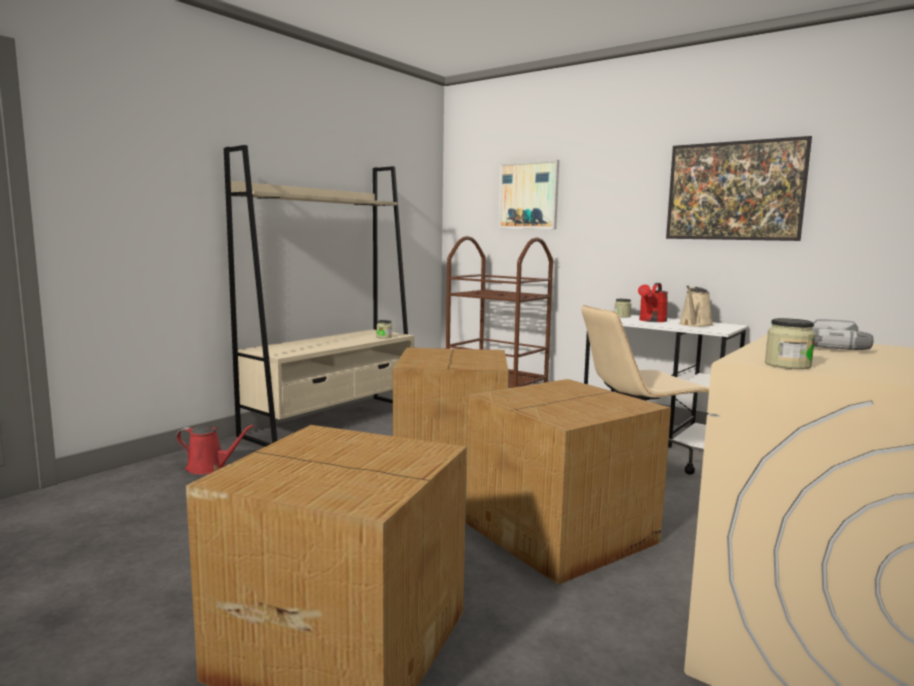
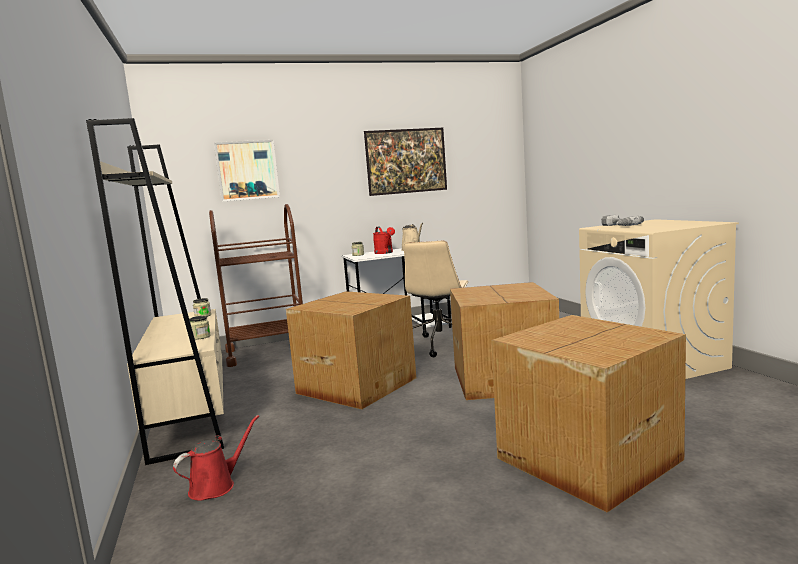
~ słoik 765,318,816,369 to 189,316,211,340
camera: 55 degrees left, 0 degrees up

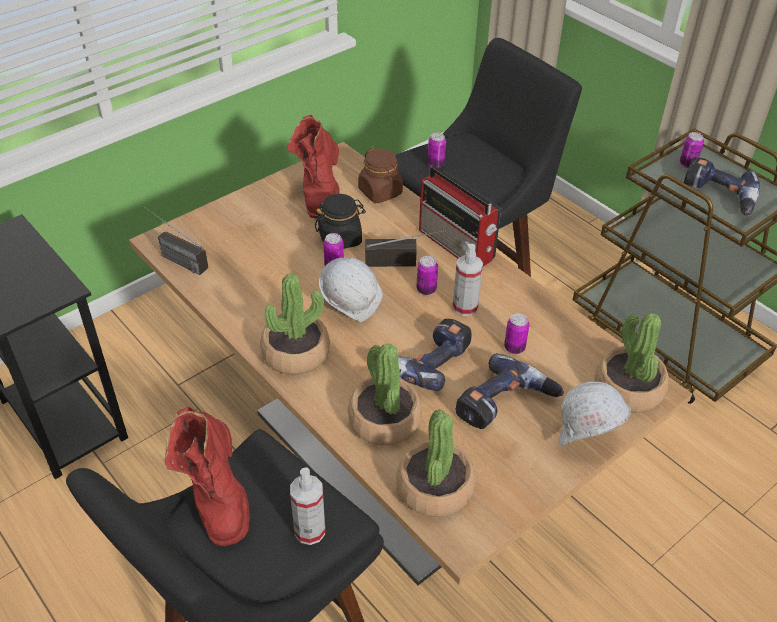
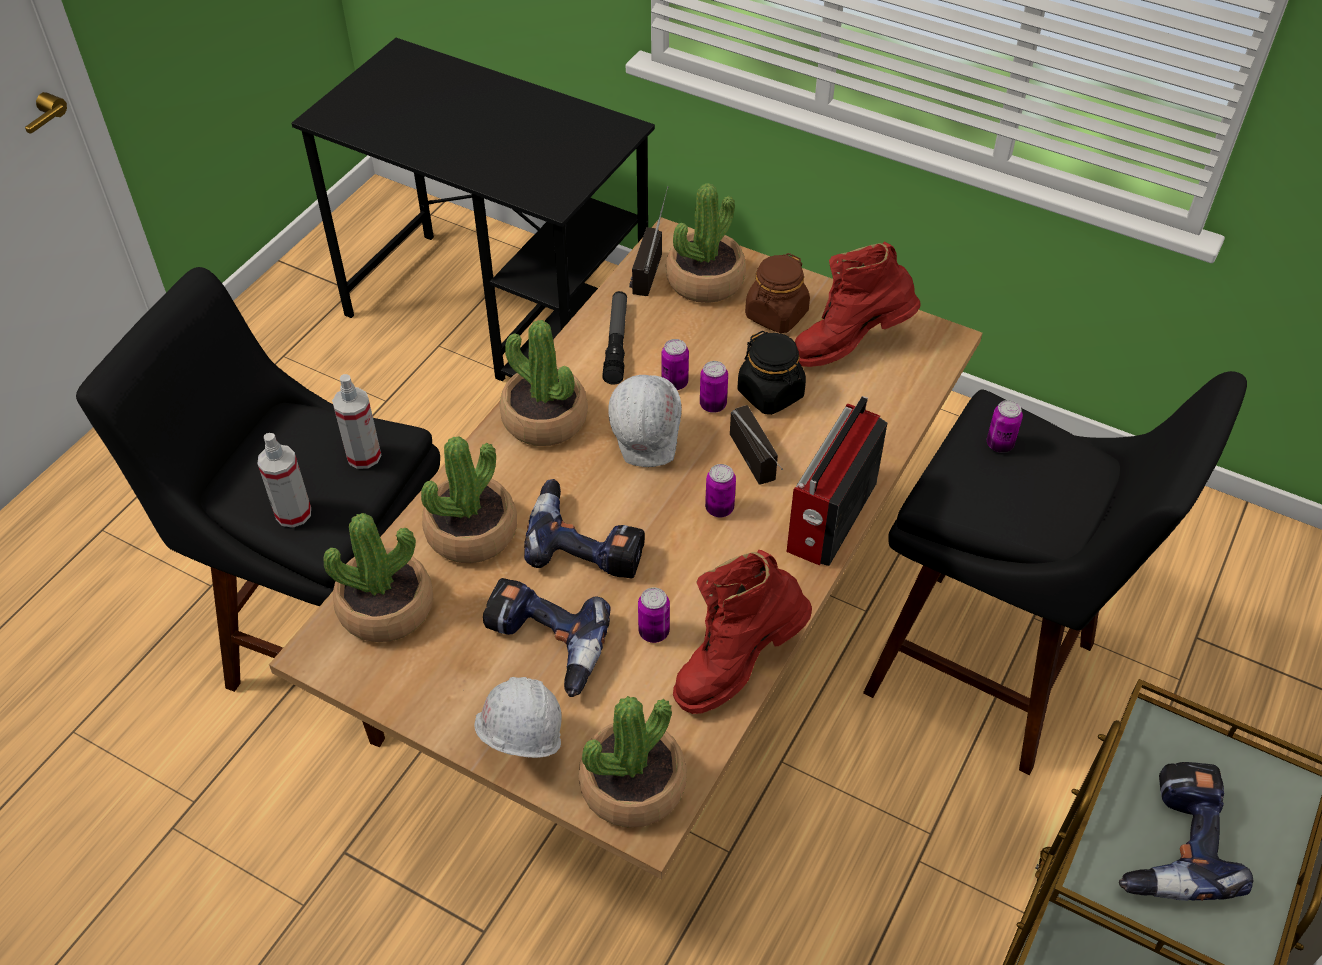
~ spryskiwacz 453,244,483,316 to 332,374,382,469
+ latarka 602,291,627,385
~ puszka 680,132,704,168 to 662,339,689,390
+ roślina doniczkowa 666,183,746,303
~ but z cholewką (czerwony) 165,407,250,547 to 673,550,812,714
~ słoik (brązowy) 358,148,403,203 to 745,253,810,333
camera: 70 degrees right, 5 degrees up

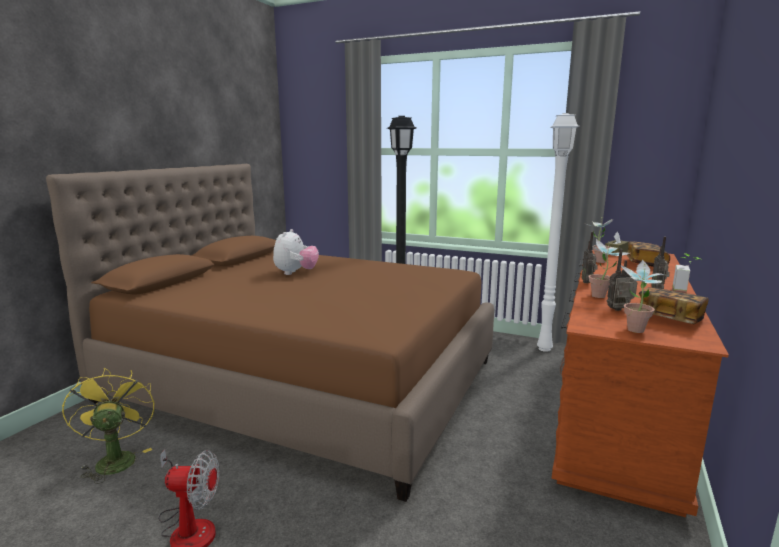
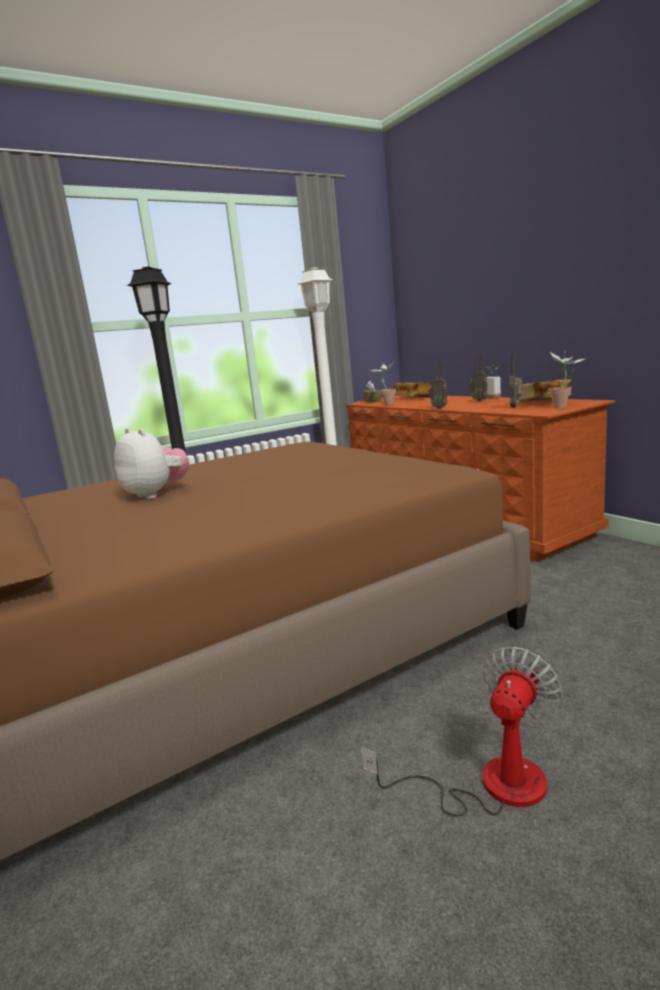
- wentylator (żółty) 62,368,155,484
- roślina doniczkowa 589,239,630,298
camera: 55 degrees left, 0 degrees up

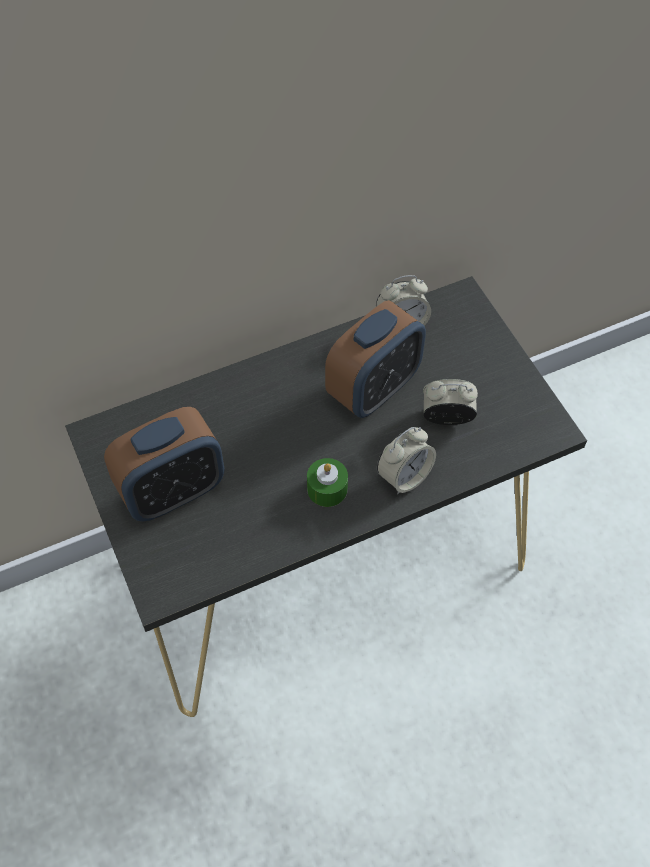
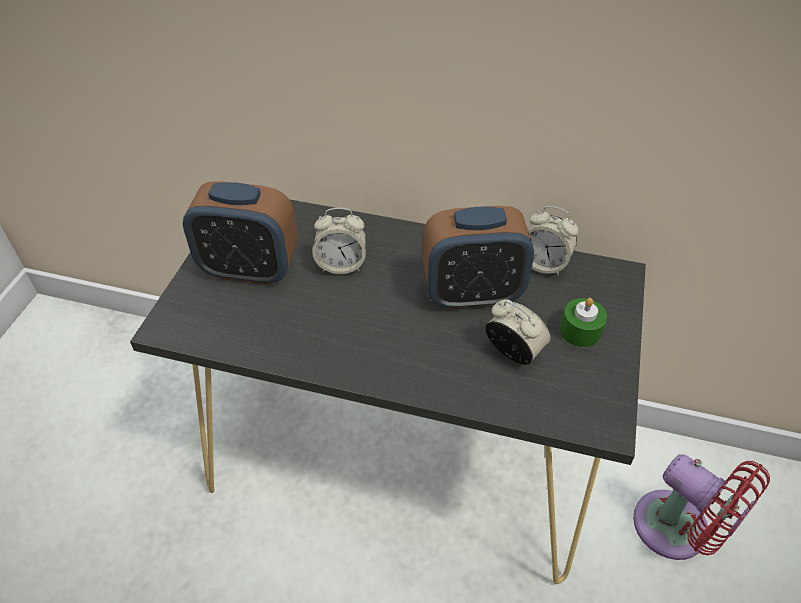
~ budzik 377,427,436,494 to 312,208,366,274
~ świeca (zielony) 307,458,348,507 to 560,298,607,348
+ wentylator (czerwony) 633,454,770,560
camera: 40 degrees right, 10 degrees down

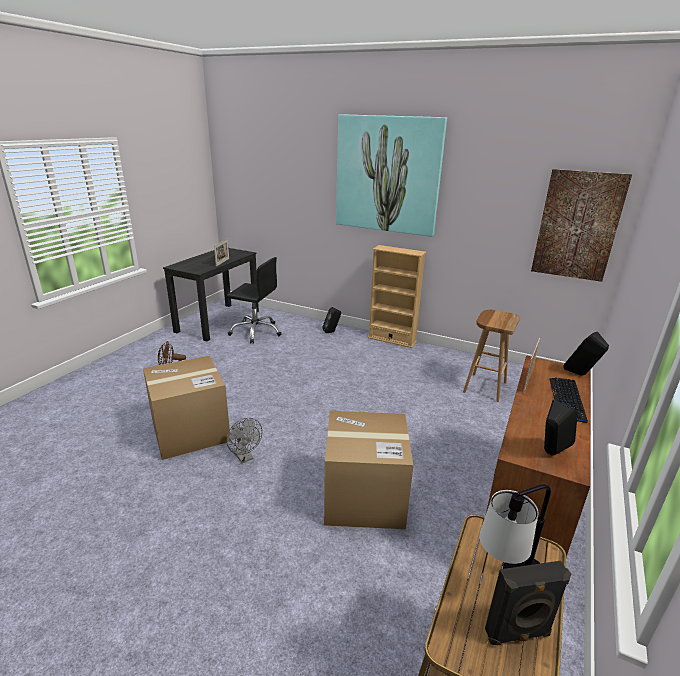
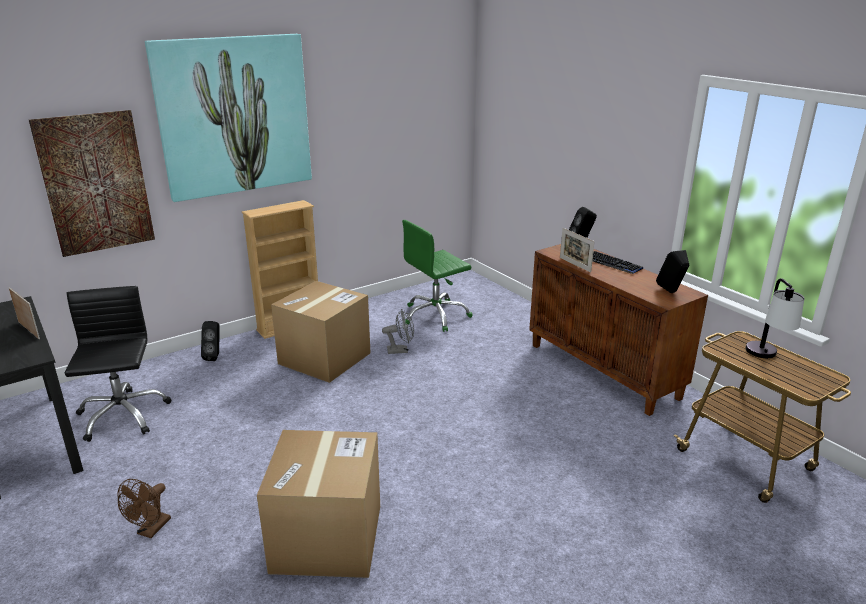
~ obraz 531,169,632,282 to 29,110,155,257
~ krzesło biurowe (czarny) 227,257,282,344 = 65,286,171,442 60 degrees counterclockwise
~ karton 324,411,413,529 to 271,281,371,383
~ wentylator (szary) 227,418,262,463 to 382,309,414,354
~ stołek (brązowy) 463,310,520,402 to krzesło biurowe (zielony) 402,220,472,332
- głośnik (czarny) 485,561,571,645
camera: 60 degrees left, 0 degrees up

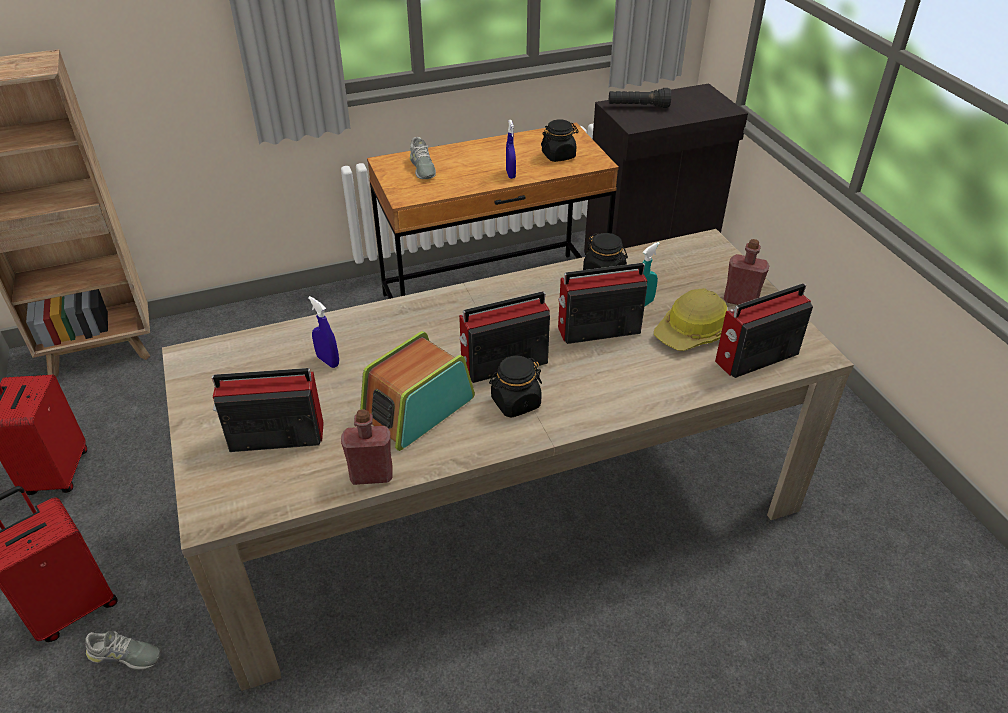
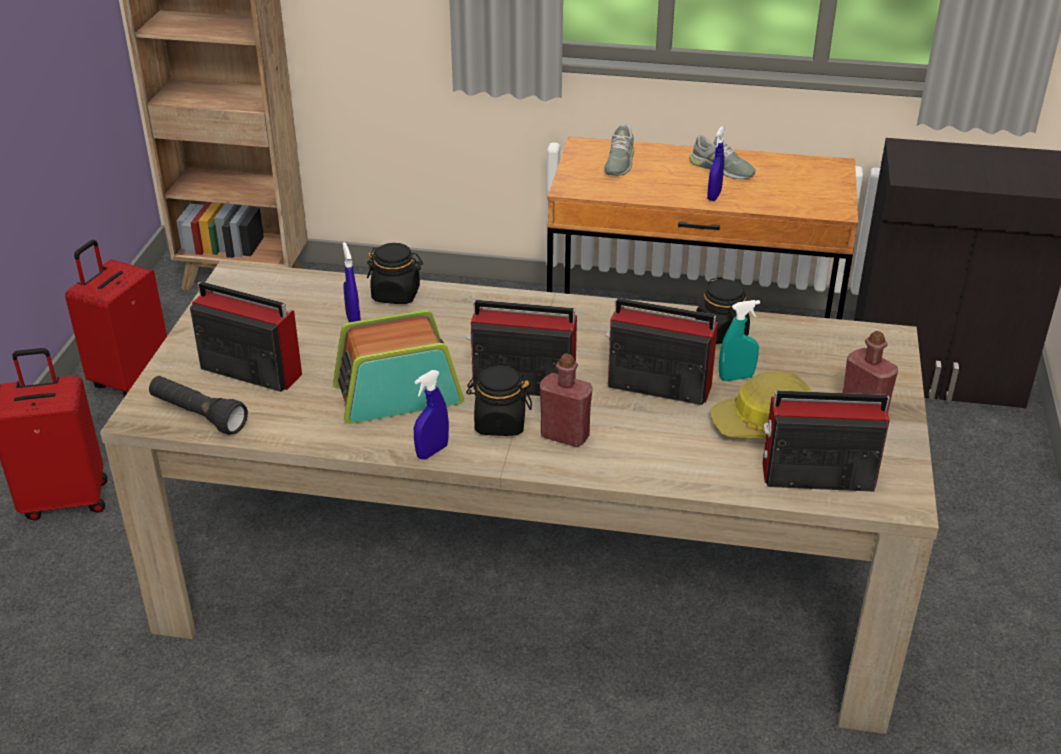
~ latarka (czarny) 609,88,671,108 to 149,376,248,435
~ słoik (czarny) 541,120,579,162 to 367,243,423,304
+ spryskiwacz (niebieski) 414,370,449,459
~ butelka (czerwony) 341,409,393,485 to 540,353,592,447
~ but (szary) 85,631,161,670 to 689,135,756,179
camera: 30 degrees right, 5 degrees down

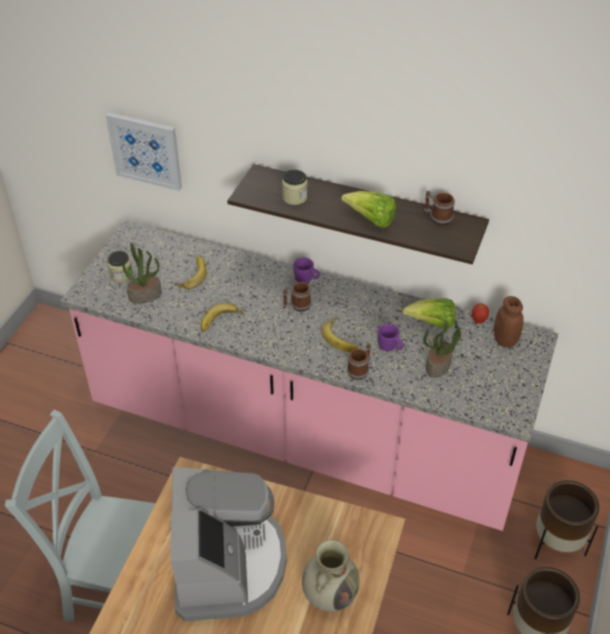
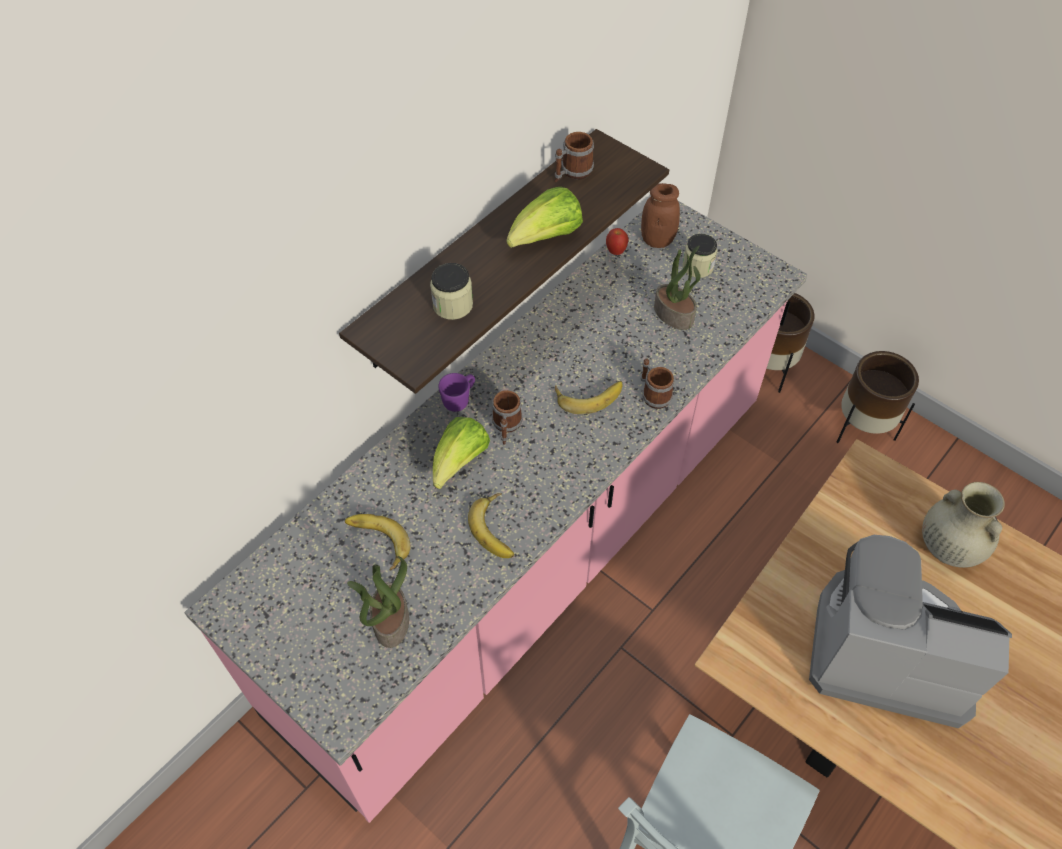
~ sałata 402,298,456,329 to 433,417,490,489
~ słoik 108,251,133,283 to 682,234,717,278
- obraz 106,112,182,191
- kubek (fioletowy) 378,323,404,351
camera: 70 degrees left, 10 degrees up

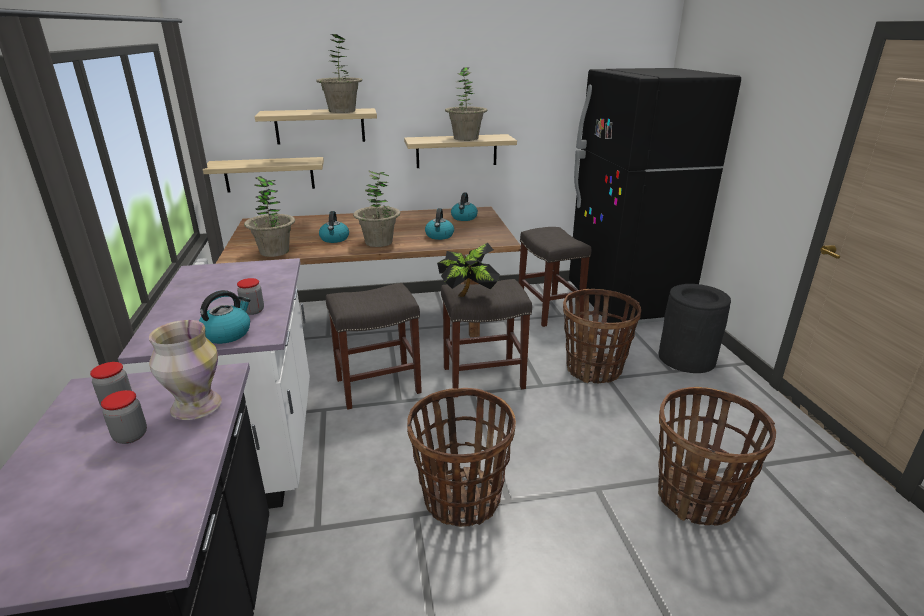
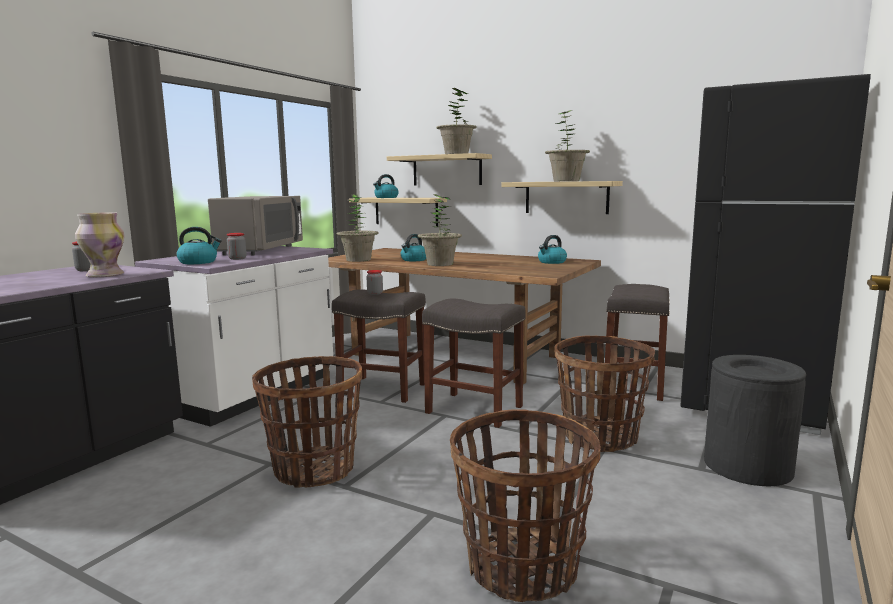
+ mikrofalówka (szary) 208,196,303,256
~ słoik 101,390,147,444 to 366,270,383,295
~ czajnik 425,208,454,240 to 373,174,399,198
- roślina doniczkowa 437,243,500,297
camera: 40 degrees right, 15 degrees down

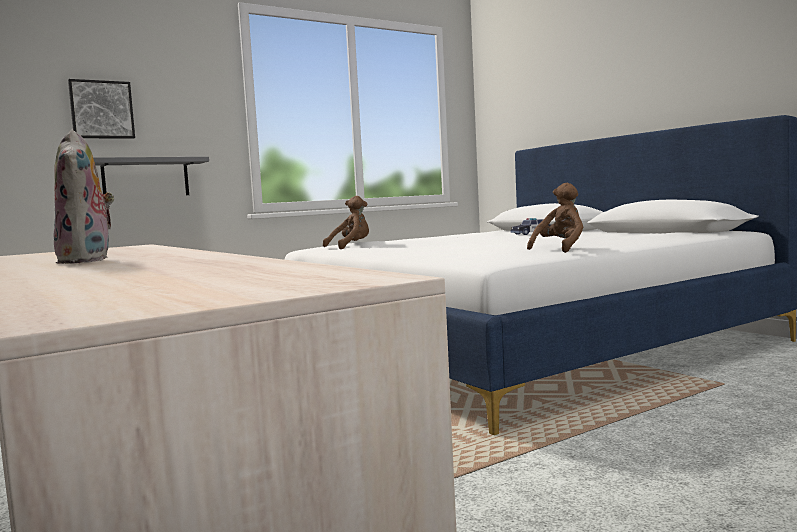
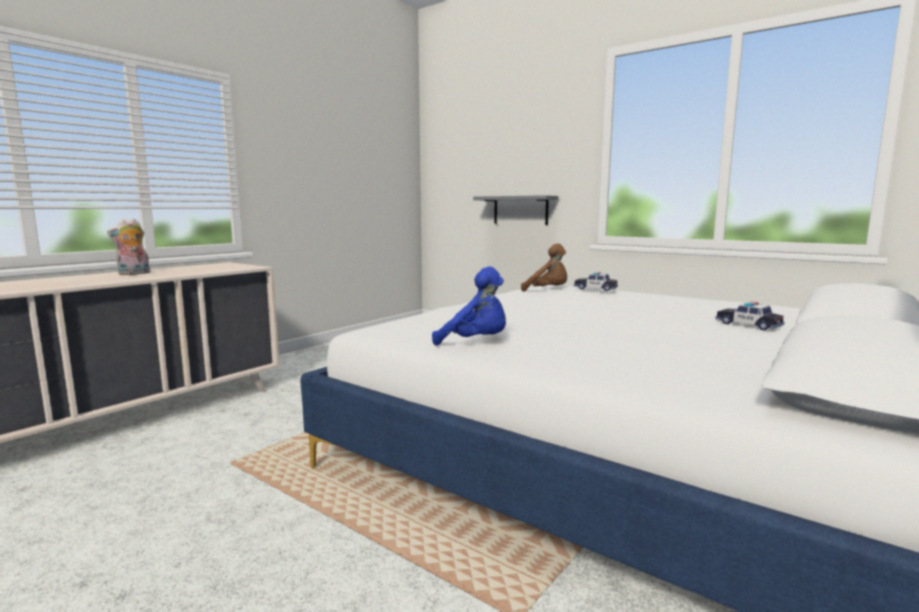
~ pluszak (brązowy) 527,183,583,253 to pluszak (niebieski) 432,266,506,346
+ samochodzik 574,272,618,291
- obraz 68,79,135,139
camera: 70 degrees right, 5 degrees up

